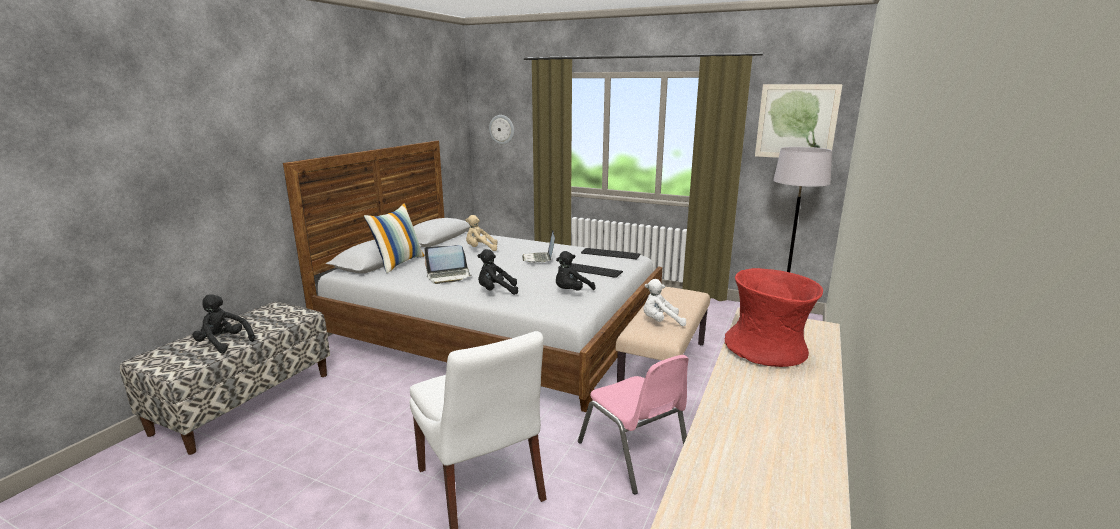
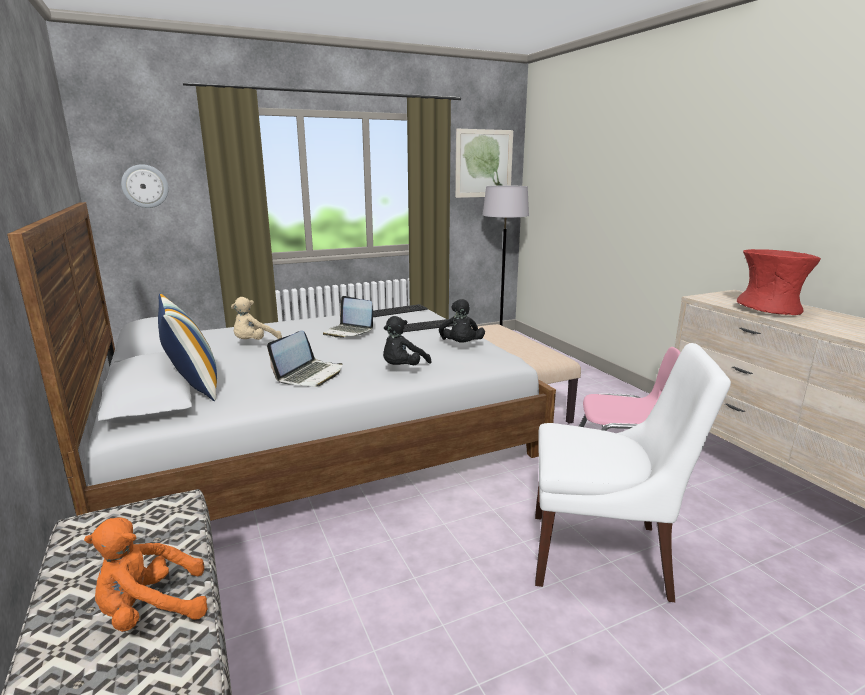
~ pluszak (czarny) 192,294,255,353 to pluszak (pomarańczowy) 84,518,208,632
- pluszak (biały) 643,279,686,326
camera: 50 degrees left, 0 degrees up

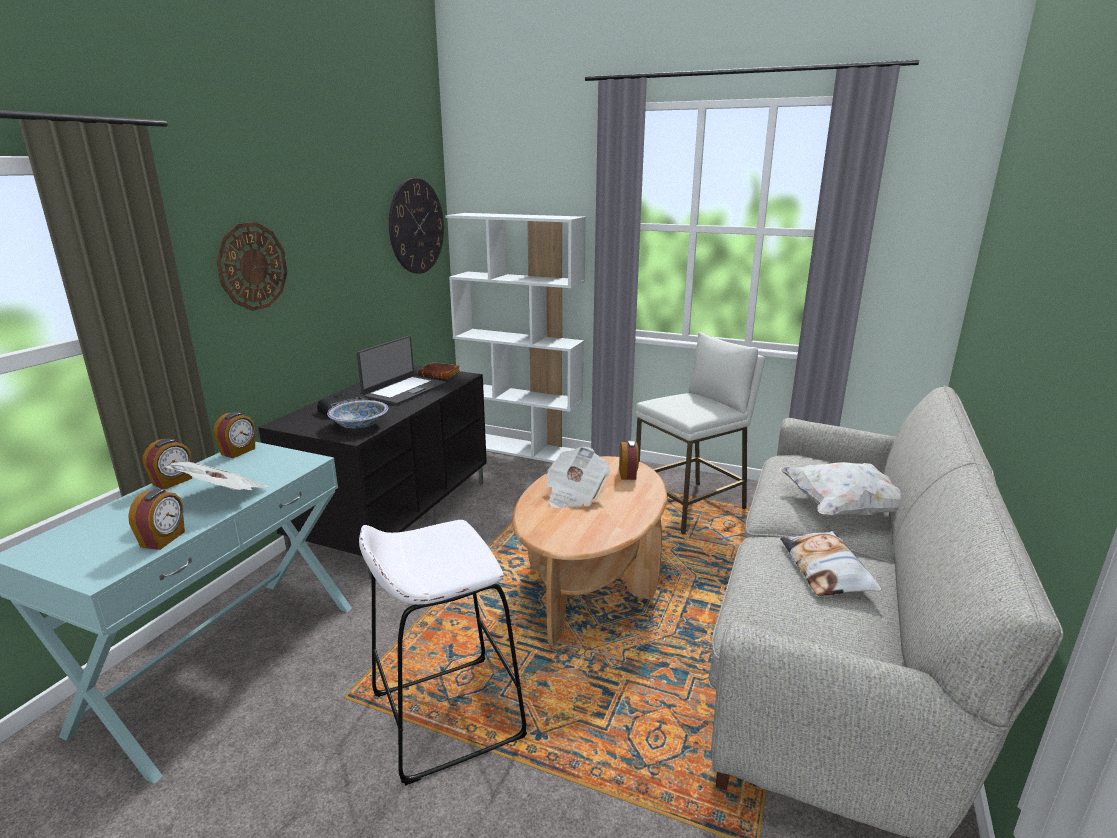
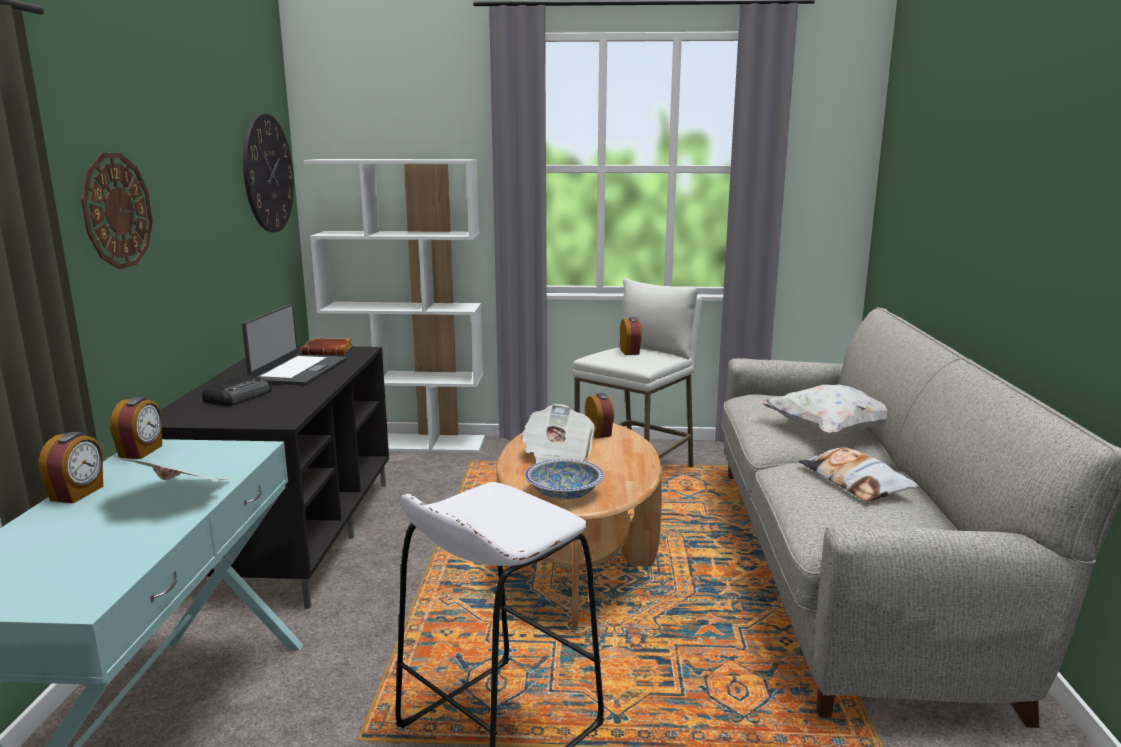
~ miska 327,400,388,428 to 525,459,604,500
~ budzik 128,489,185,550 to 620,317,642,355
camera: 20 degrees left, 5 degrees down

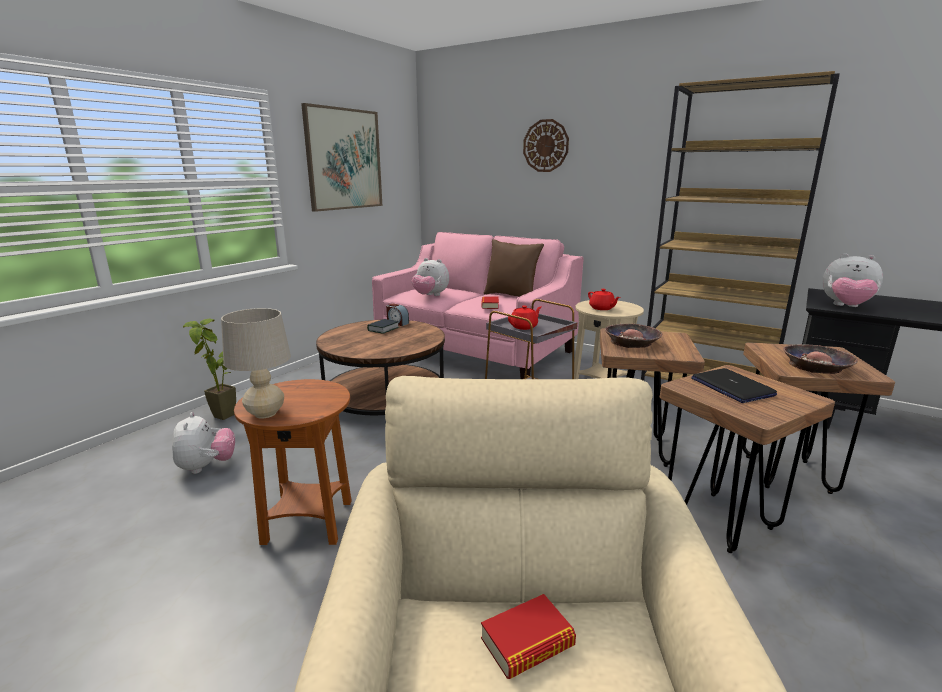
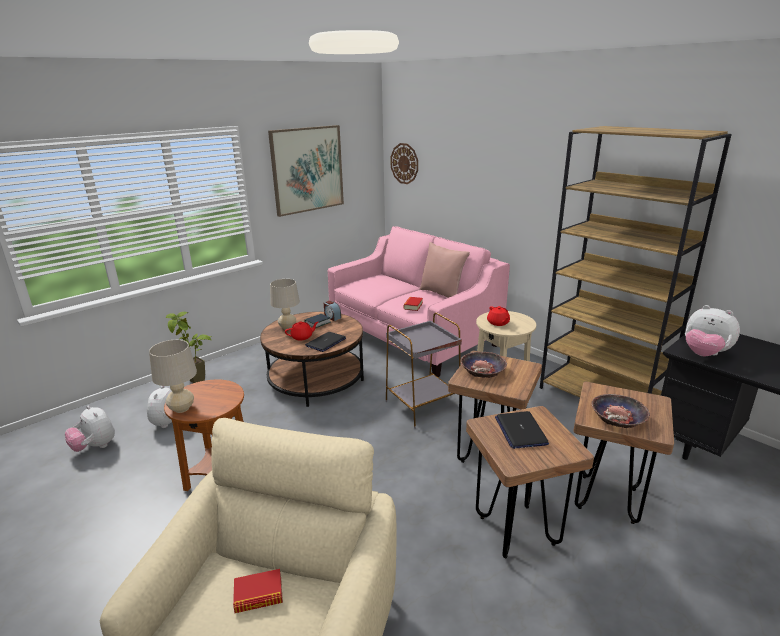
~ pluszak 412,258,449,296 to 65,406,115,452
+ lampa stołowa (beżowy) 270,279,300,330
~ imbryk (czerwony) 508,305,541,330 to 285,321,318,340
+ laptop 305,332,346,352
~ zegar ścienny 523,119,569,172 to 390,143,418,184
~ poduszka (brązowy) 484,239,544,297 to poduszka (różowy) 419,242,470,298
camera: 15 degrees right, 5 degrees up

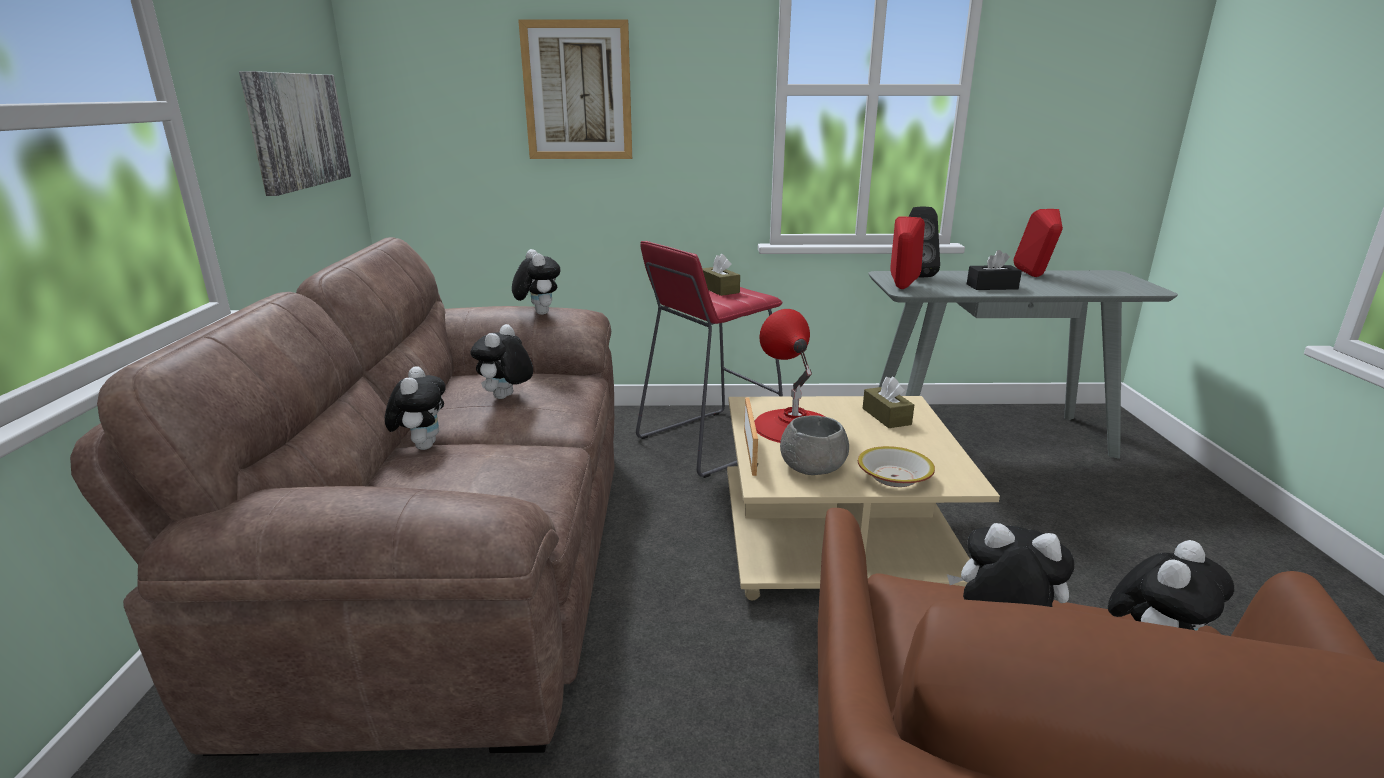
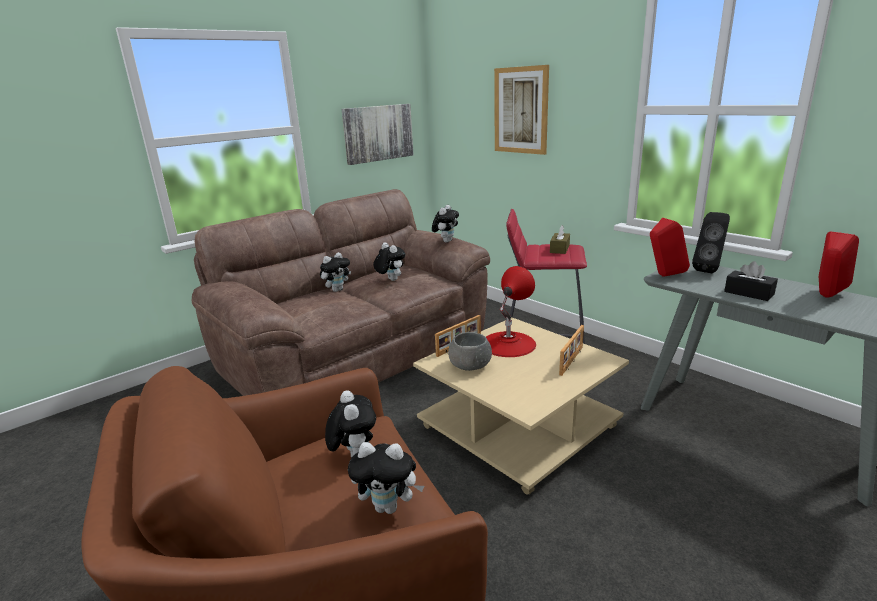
~ pluszak 470,324,533,399 = 373,242,405,281 75 degrees clockwise
~ pudełko chusteczek (brązowy) 863,376,914,428 to ramka na zdjęcie 559,325,584,376
- miska 858,446,935,487
camera: 50 degrees right, 0 degrees up

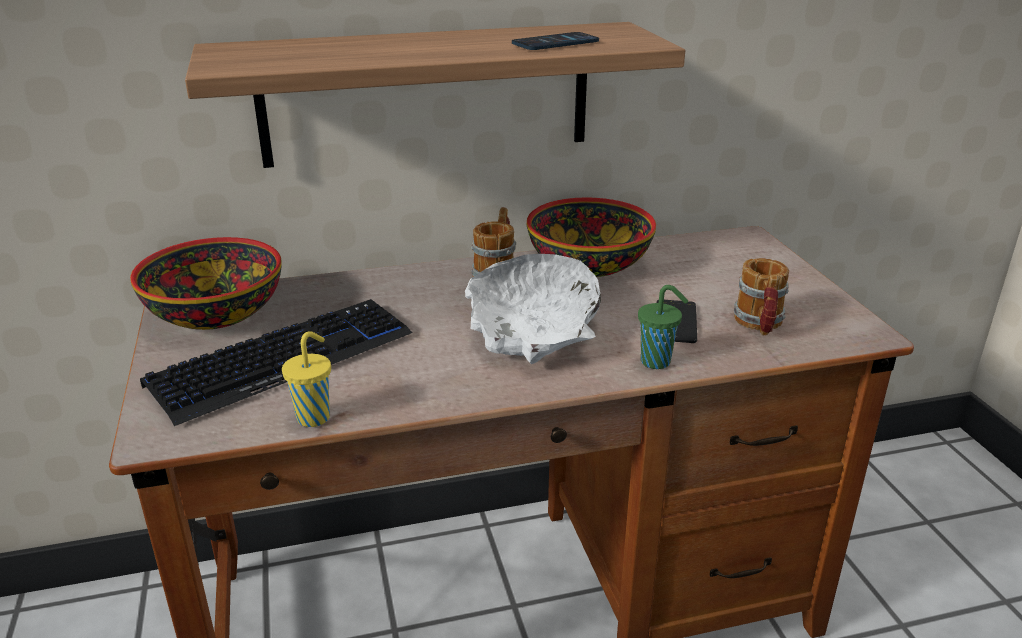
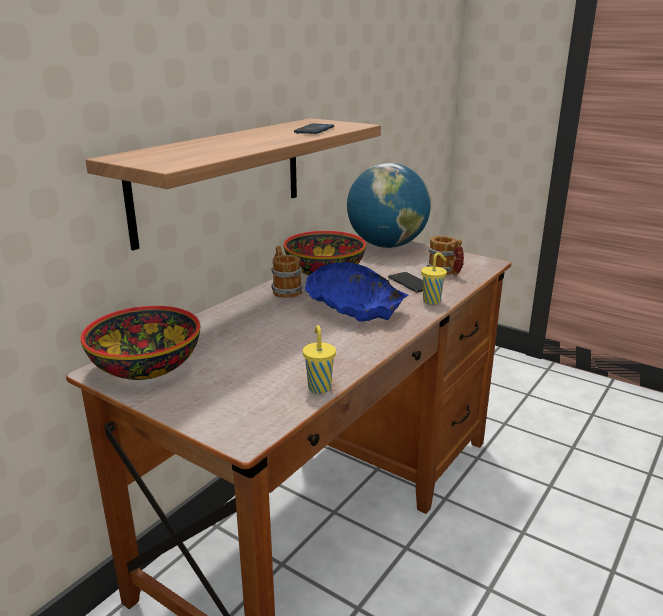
~ miska (biały) 465,254,601,364 to miska (niebieski) 305,262,409,322
+ globus 347,163,431,248
~ filiżanka (zielony) 638,285,688,369 to filiżanka (żółty) 421,252,447,305
- klawiatura 140,299,412,426
camera: 40 degrees left, 5 degrees down

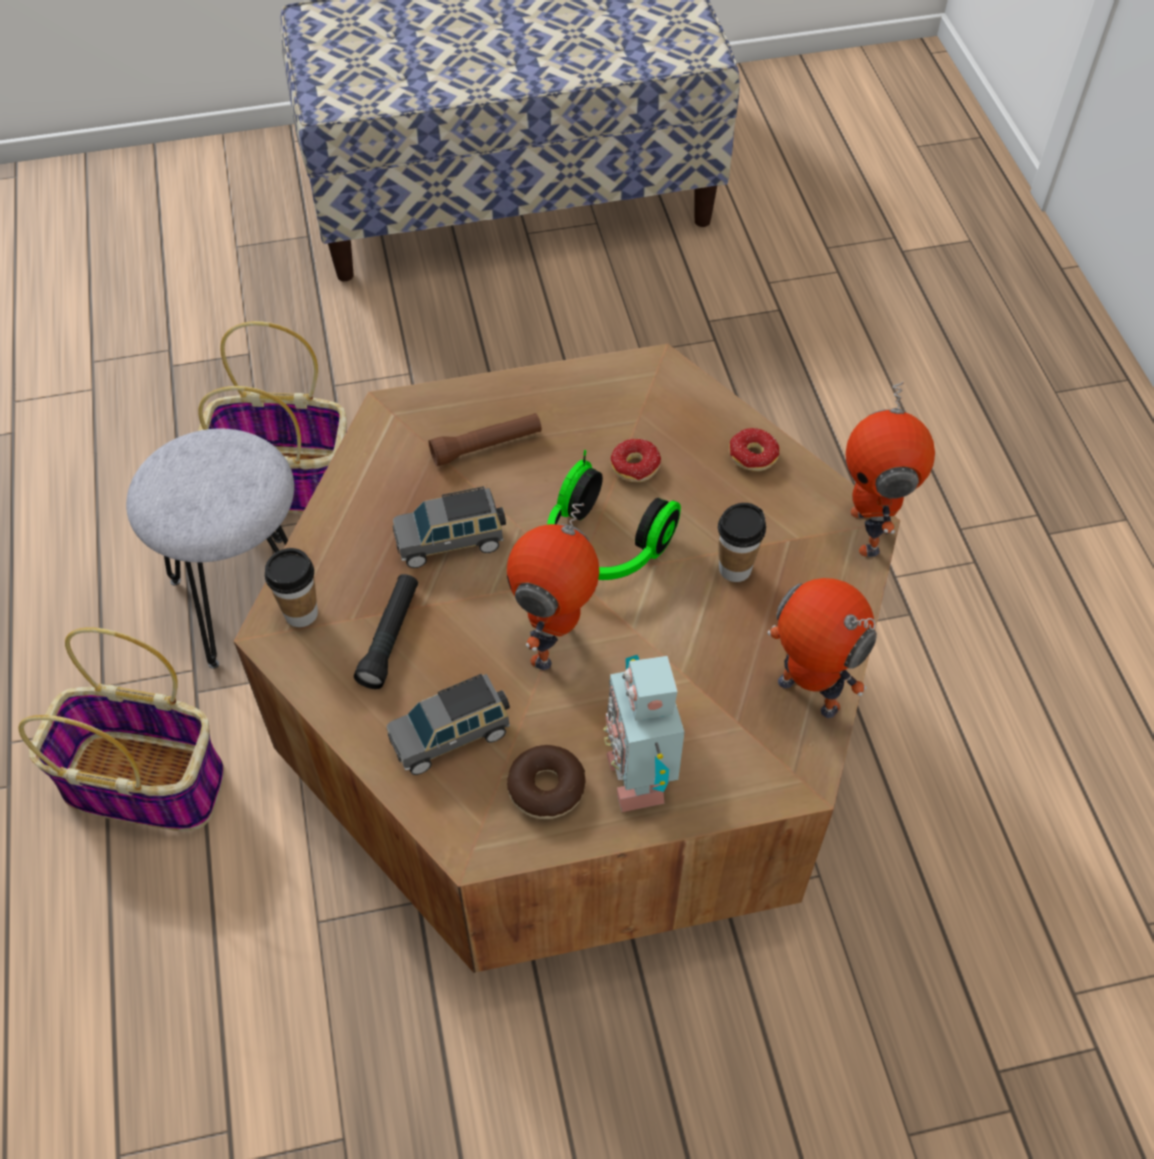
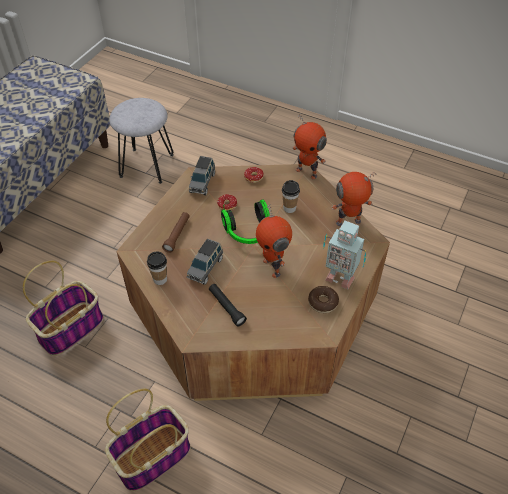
~ stołek (szary) 126,429,294,669 to 109,98,174,184
~ filiżanka 265,548,318,627 to 147,252,167,285
~ samochodzik (szary) 387,674,510,775 to 189,156,215,195
camera: 50 degrees left, 5 degrees down

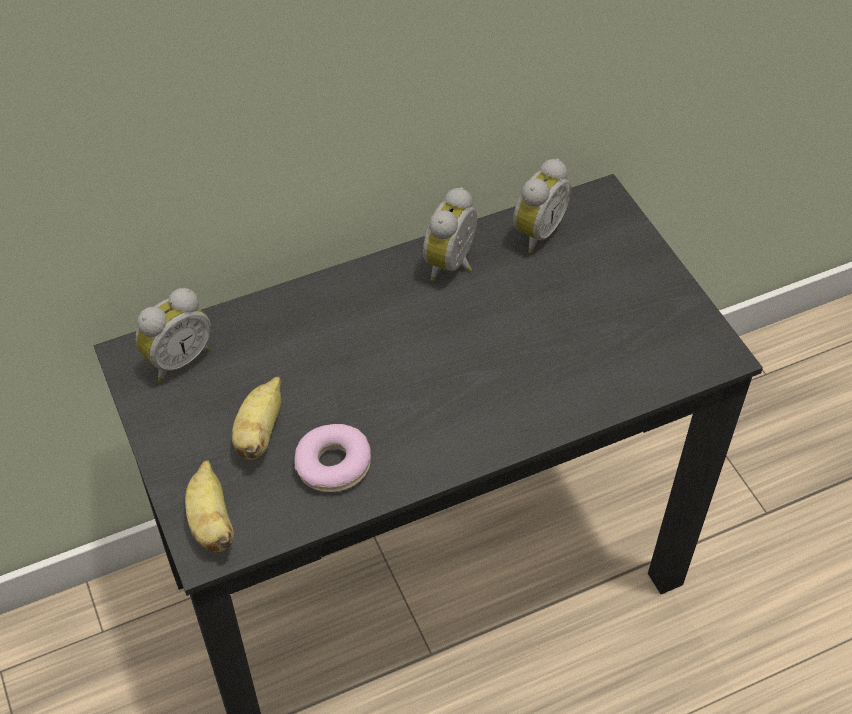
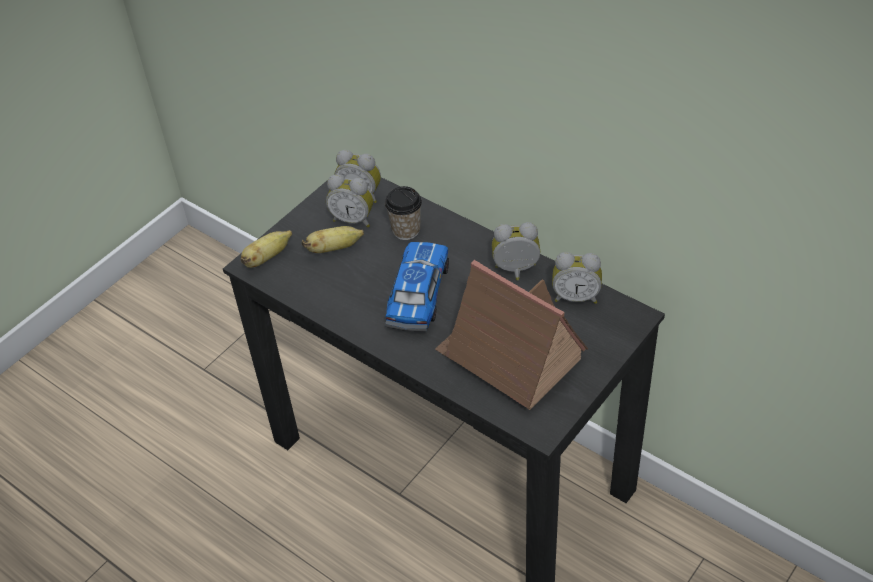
+ budzik 326,174,373,227
+ filiżanka 385,186,422,240
+ samochodzik 385,242,449,332
+ domek 435,260,588,410
- donut 294,424,371,492
camera: 65 degrees right, 5 degrees down

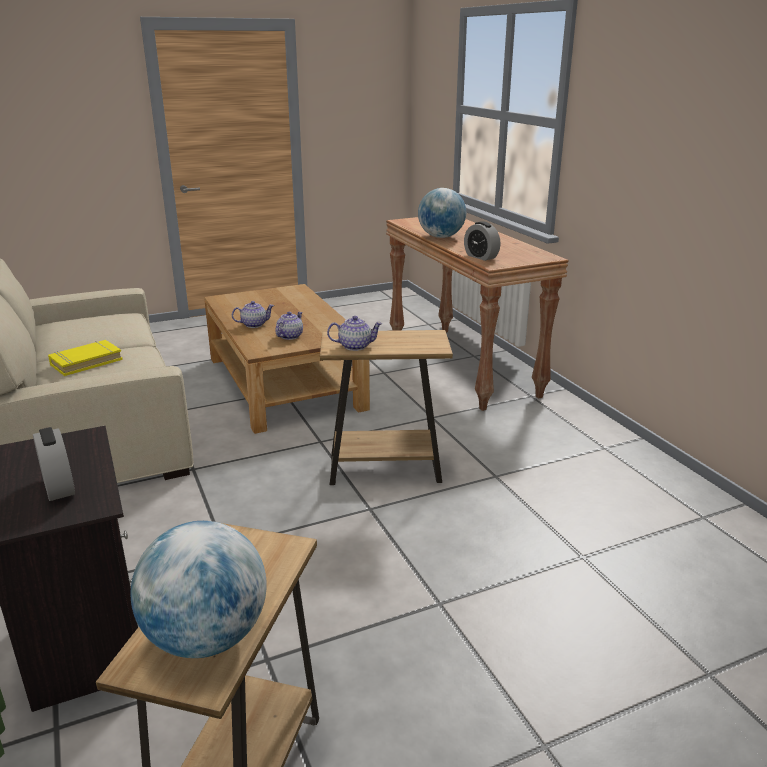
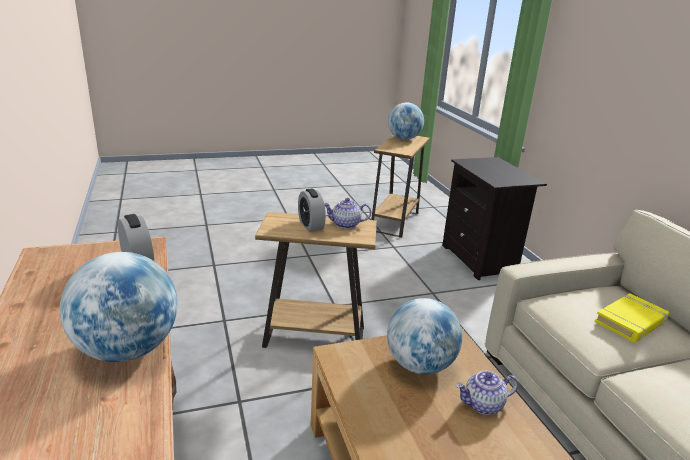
~ budzik 33,427,75,501 to 298,189,326,232
~ imbryk 275,312,303,340 to globus 387,298,462,374
camera: 175 degrees left, 0 degrees up

